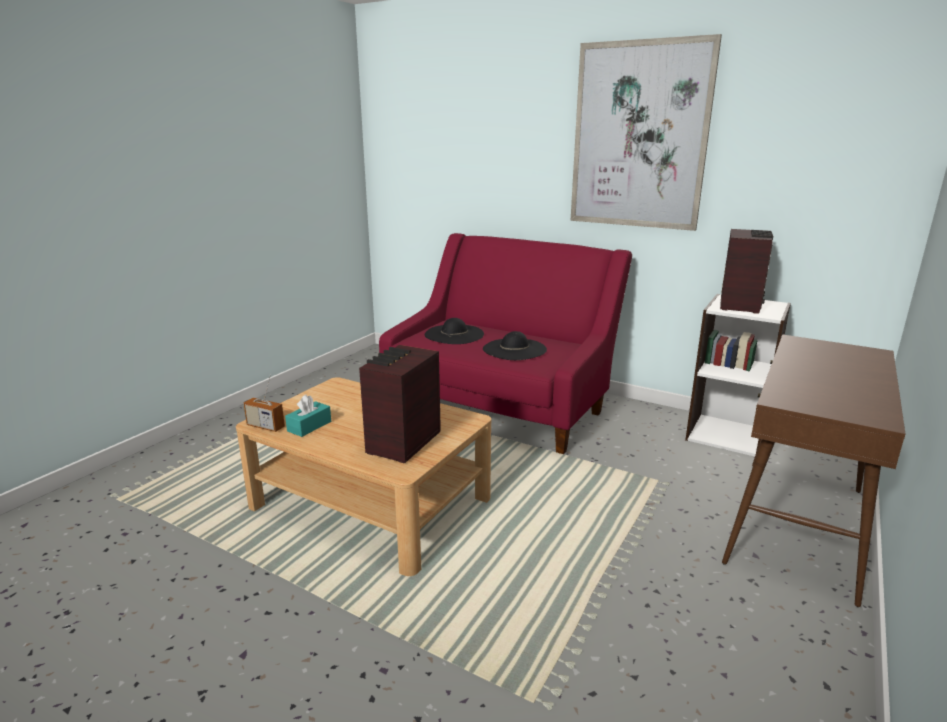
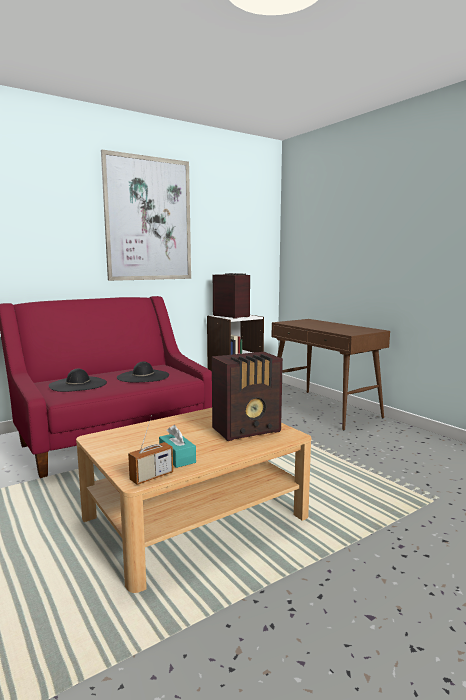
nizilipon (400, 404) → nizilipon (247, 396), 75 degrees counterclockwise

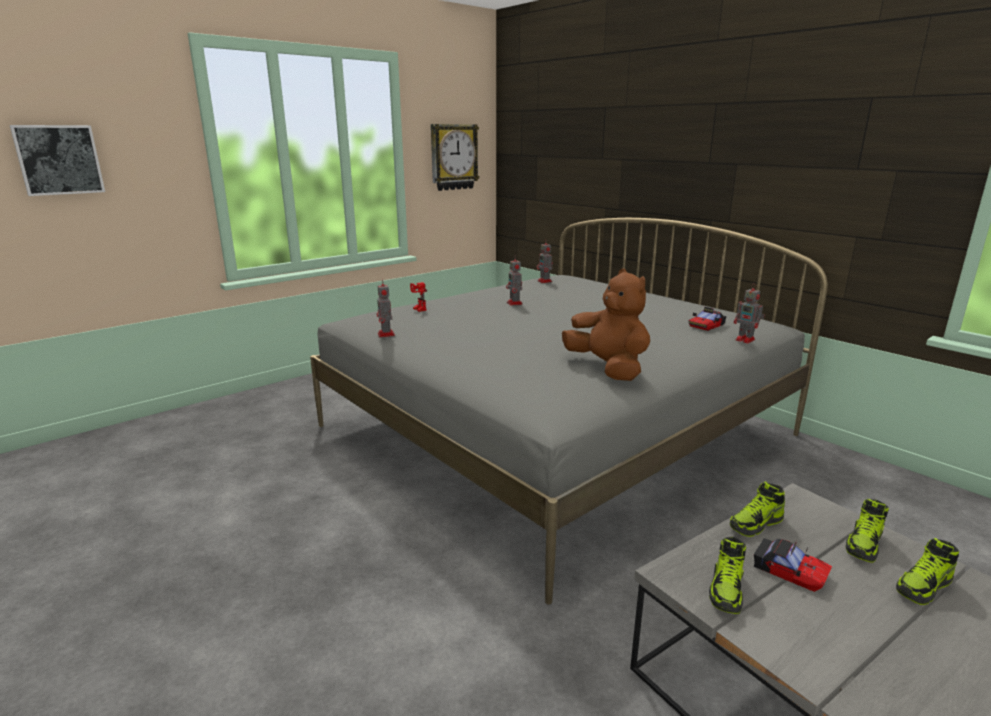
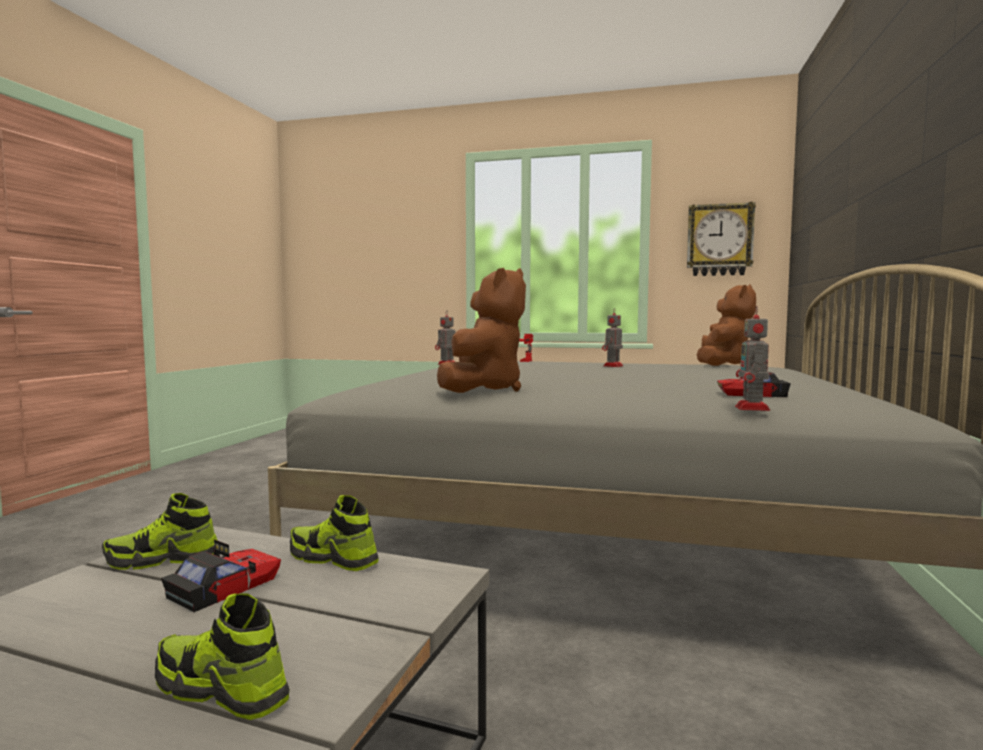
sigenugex (57, 160) → -
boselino (867, 531) → -
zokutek (545, 261) → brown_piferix (726, 325)
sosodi (793, 565) → sosodi (221, 576), 150 degrees counterclockwise

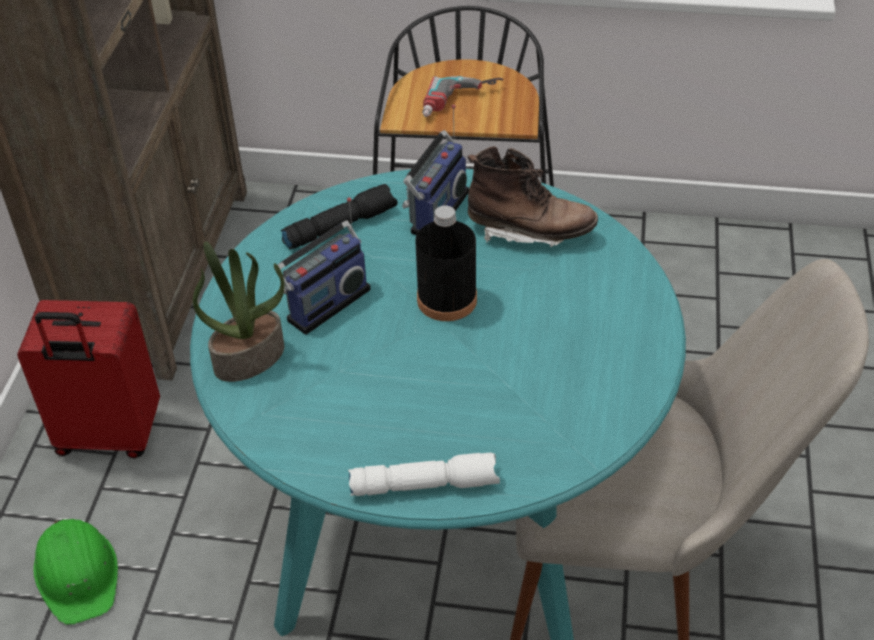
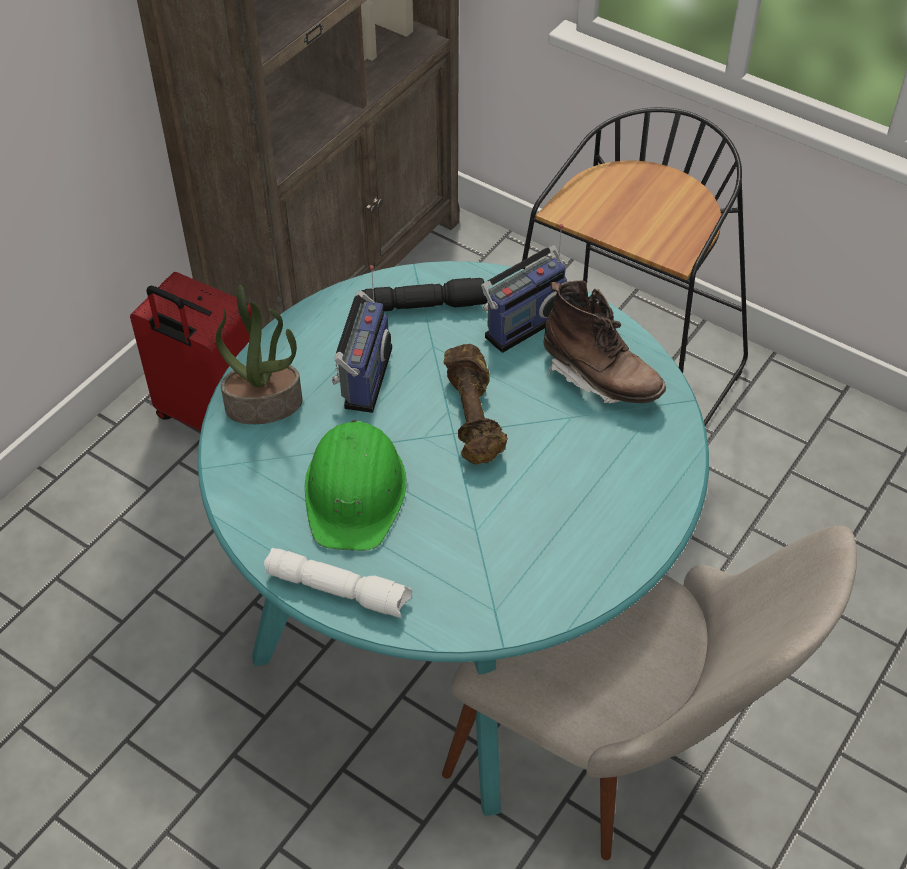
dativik (463, 96) → -
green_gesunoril (76, 572) → green_gesunoril (355, 485), relocated
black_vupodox (446, 263) → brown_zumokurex (476, 404)
nizilipon (324, 266) → nizilipon (362, 339), 60 degrees counterclockwise

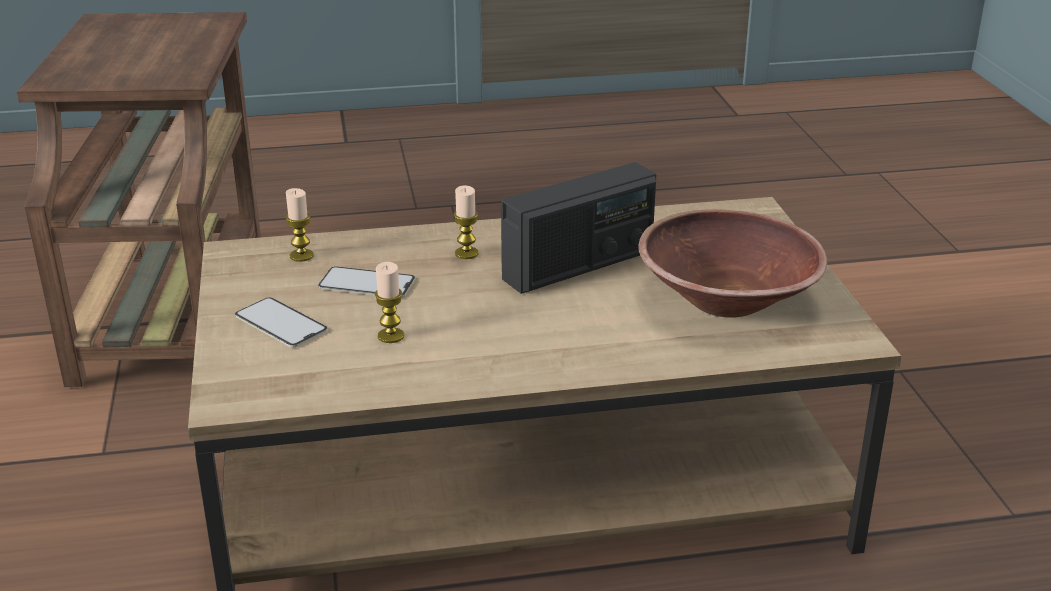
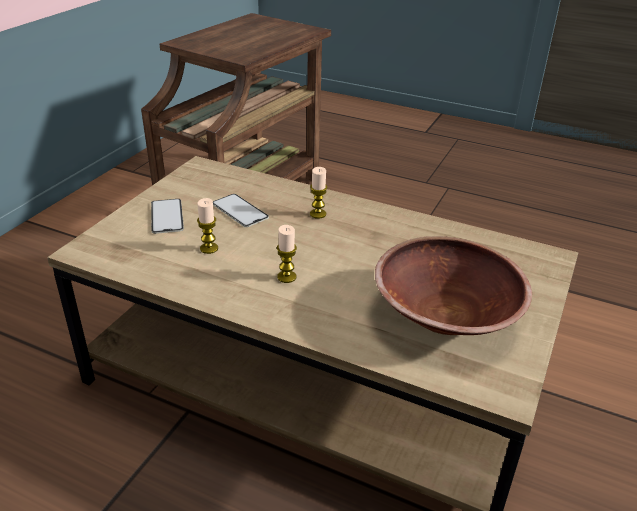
nizilipon (578, 228) → -
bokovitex (300, 225) → bokovitex (287, 254), relocated

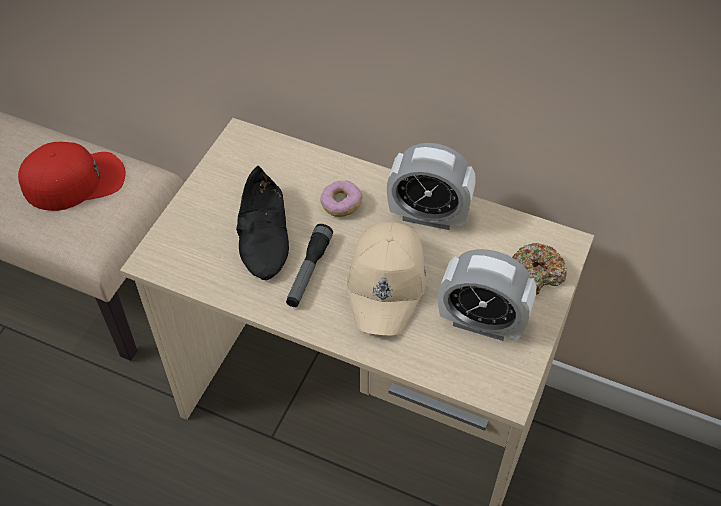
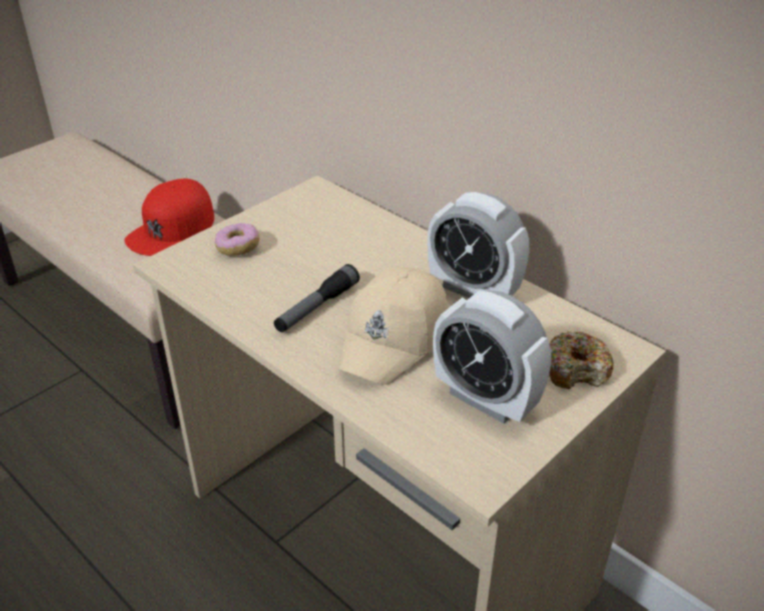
black_boselino (262, 223) → -
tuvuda (341, 199) → tuvuda (237, 239), relocated
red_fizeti (72, 176) → red_fizeti (169, 217), 120 degrees clockwise

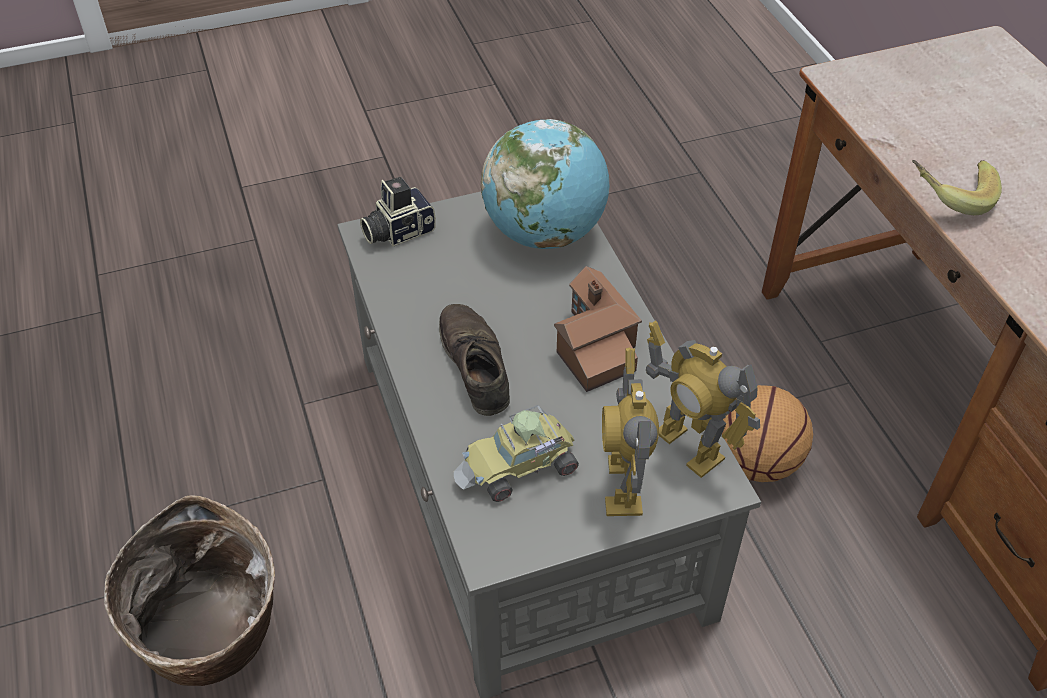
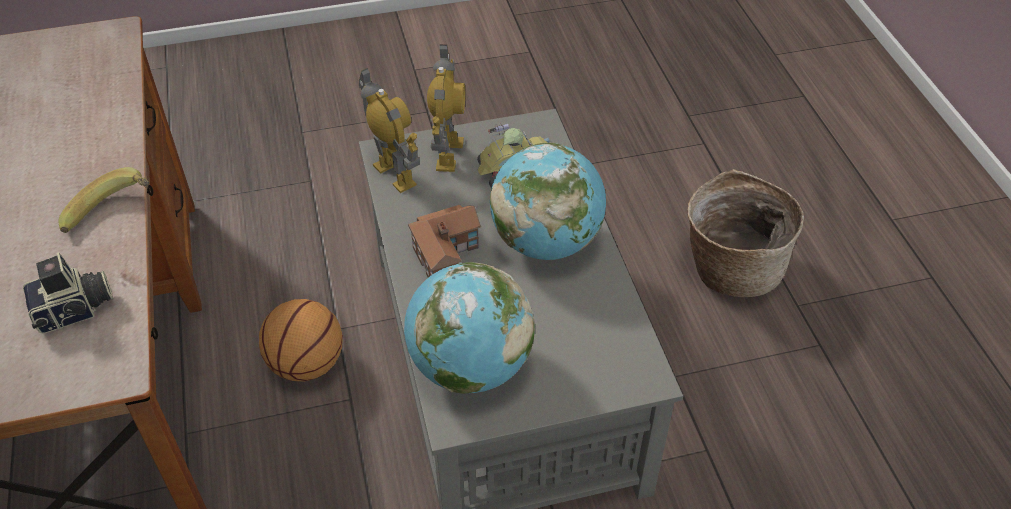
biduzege (398, 211) → biduzege (68, 293), relocated
brown_boselino (474, 360) → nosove (548, 201)

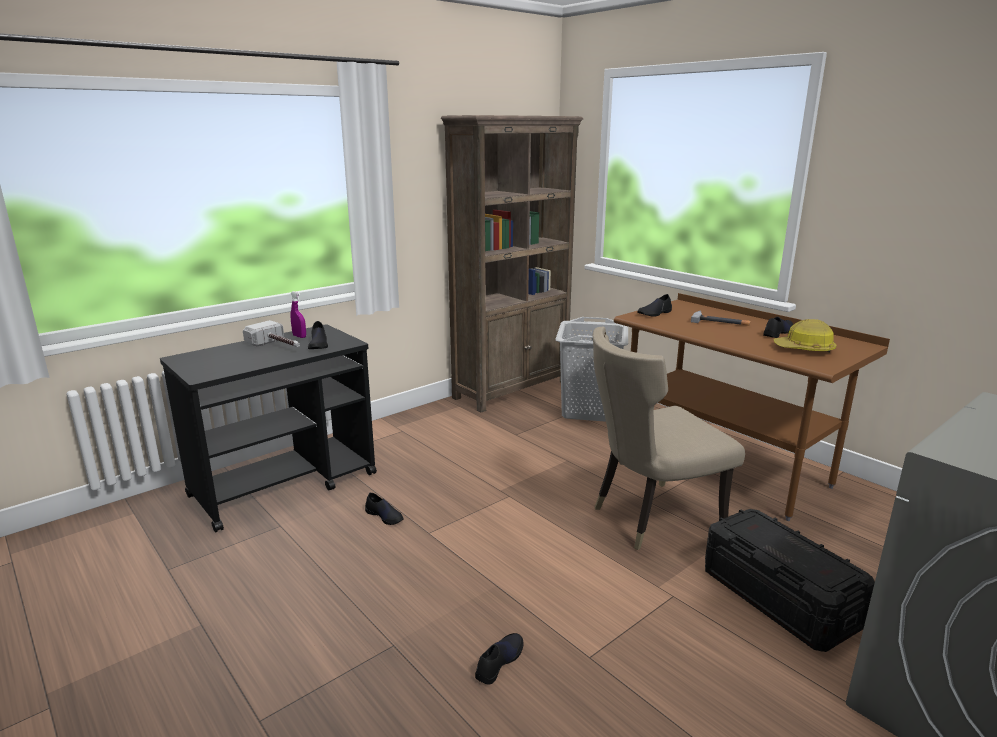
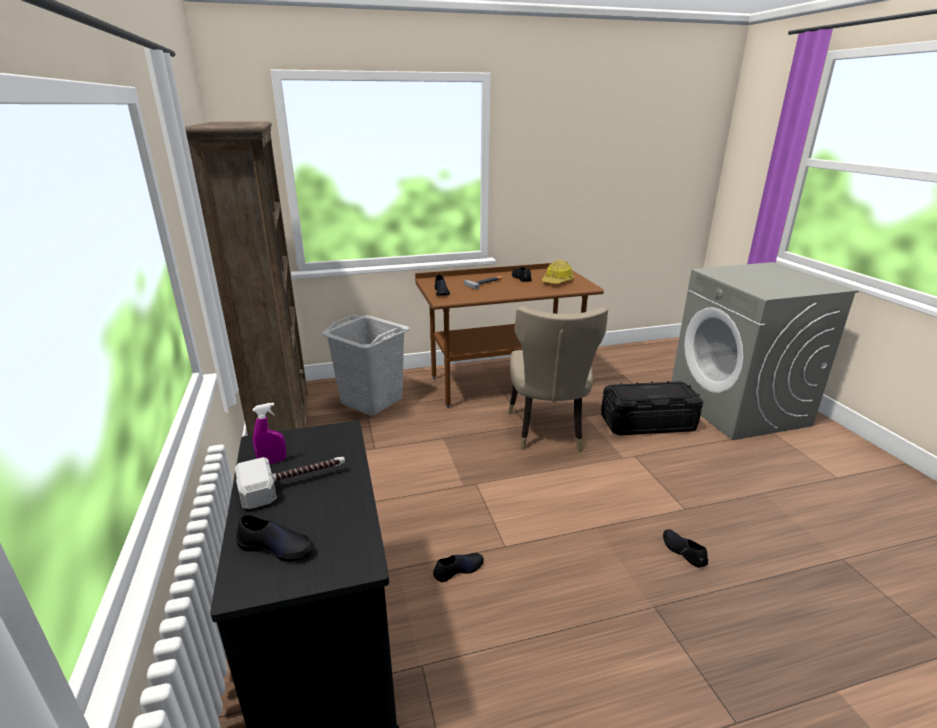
black_boselino (318, 335) → black_boselino (275, 538), relocated

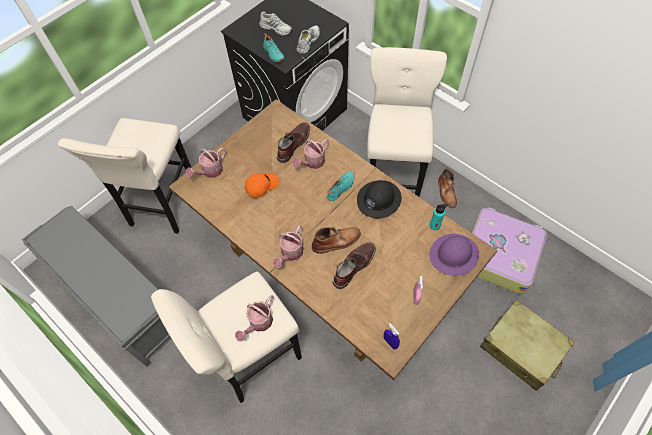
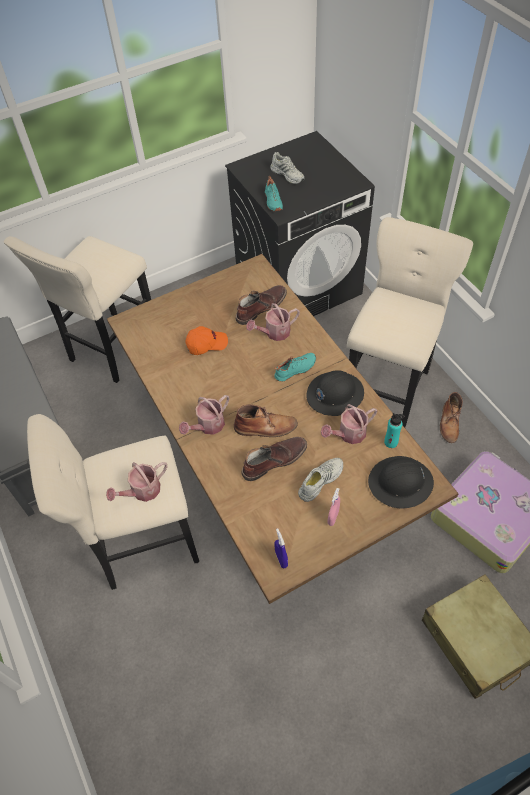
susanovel (206, 162) → susanovel (349, 424), relocated
white_boselino (308, 39) → white_boselino (320, 480), relocated
purple_gesunoril (454, 255) → black_gesunoril (401, 482)

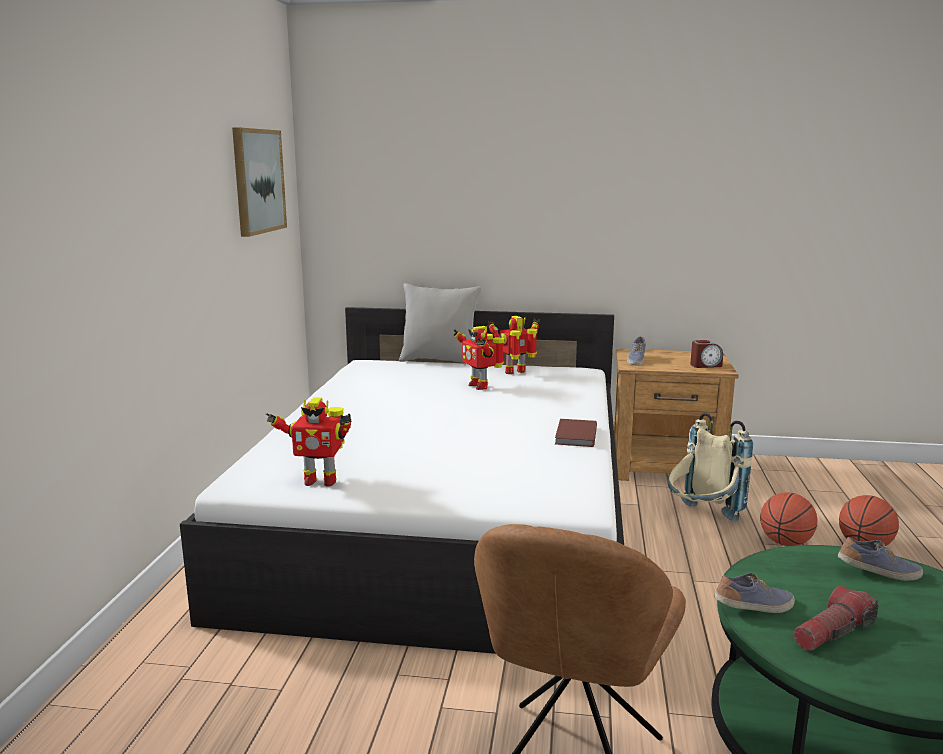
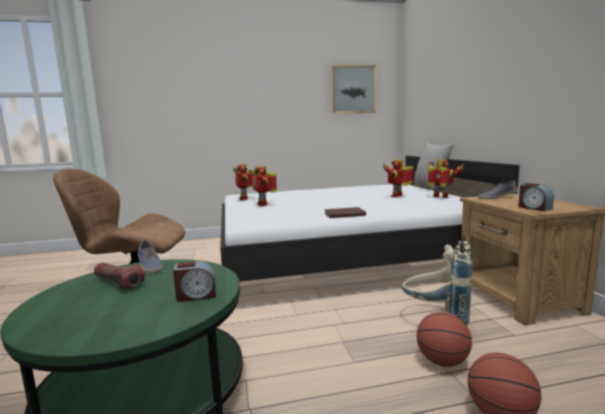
- → zokutek (263, 186)
boselino (880, 559) → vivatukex (194, 281)

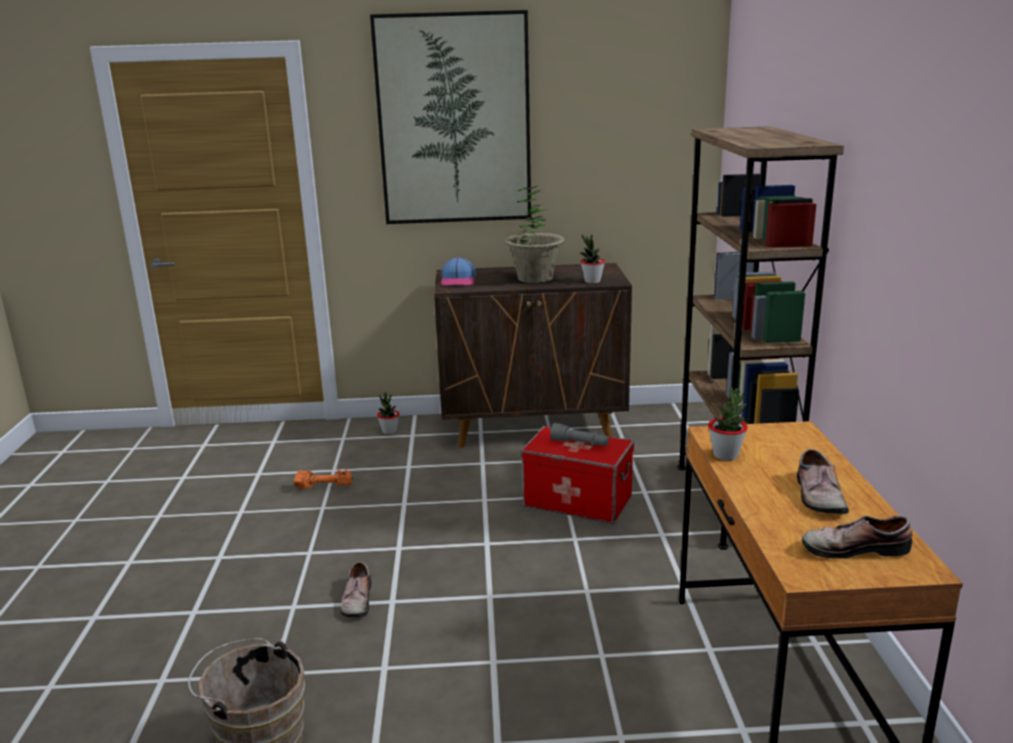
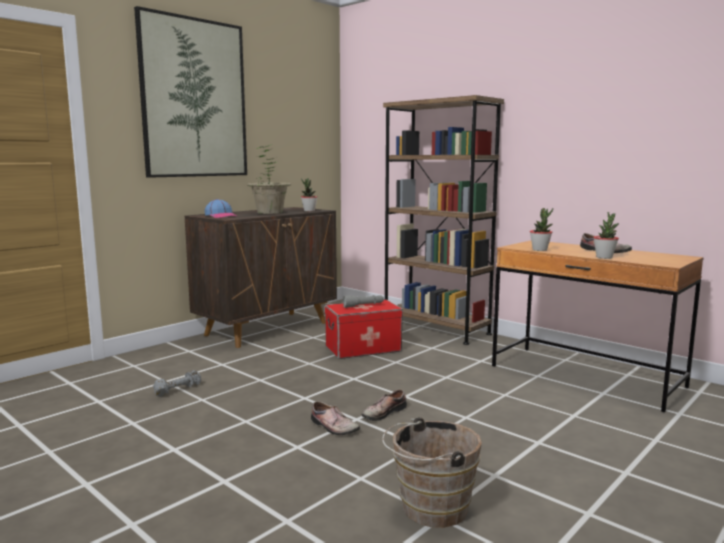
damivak (388, 413) → damivak (606, 235), relocated
boselino (857, 536) → boselino (384, 405), relocated
orange_zumokurex (323, 479) → grey_zumokurex (177, 383)

